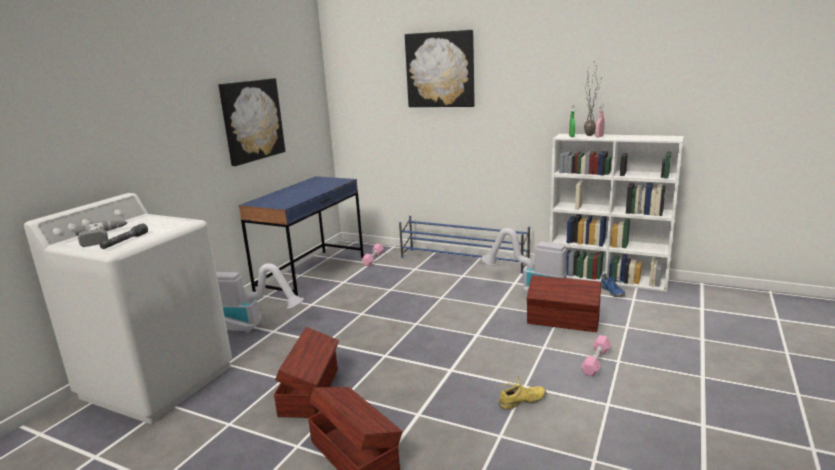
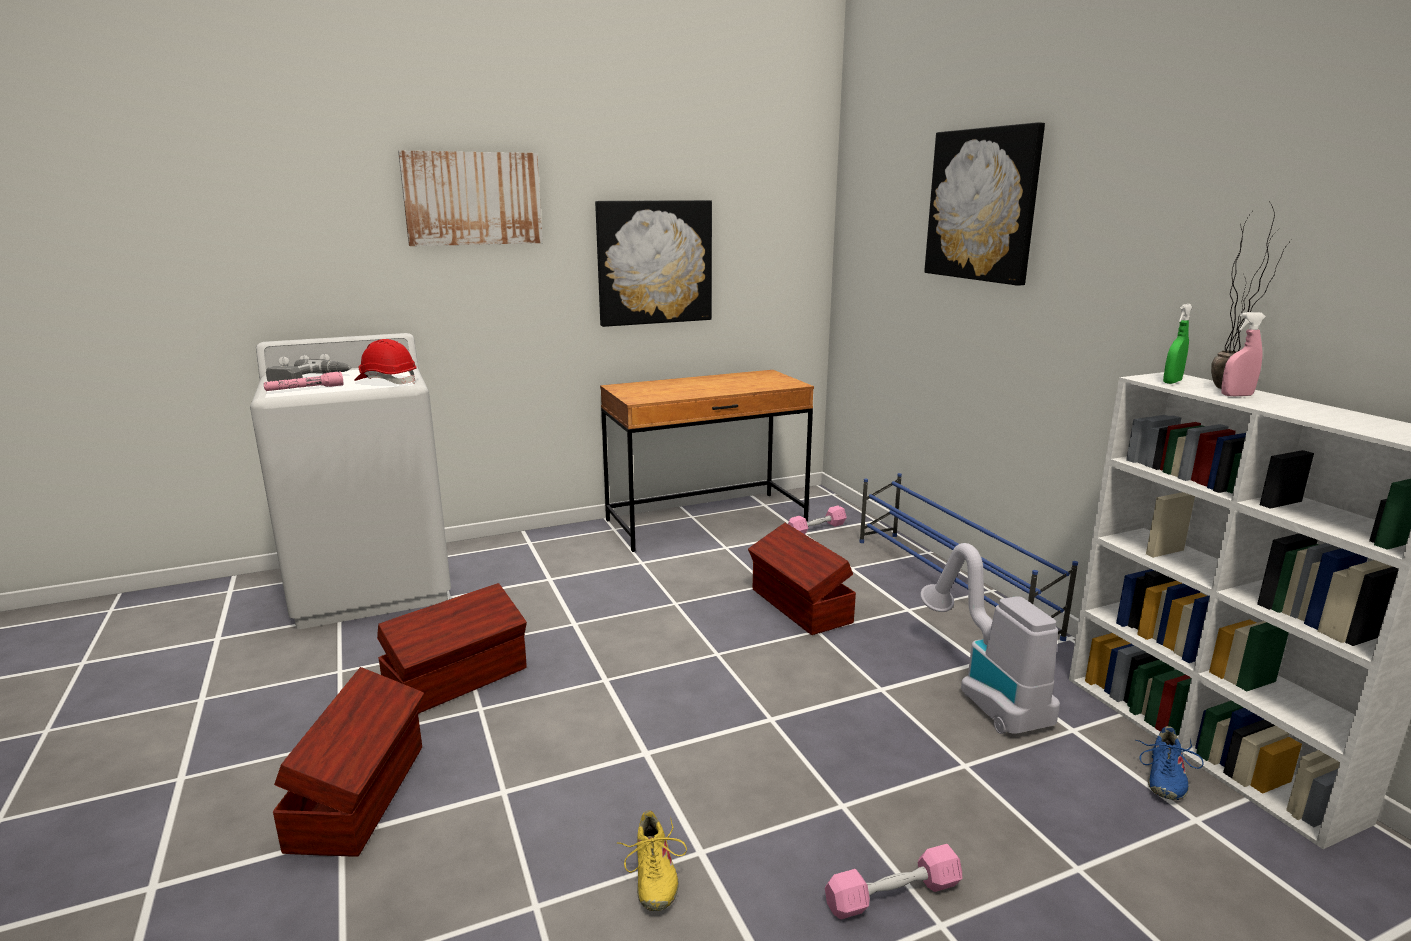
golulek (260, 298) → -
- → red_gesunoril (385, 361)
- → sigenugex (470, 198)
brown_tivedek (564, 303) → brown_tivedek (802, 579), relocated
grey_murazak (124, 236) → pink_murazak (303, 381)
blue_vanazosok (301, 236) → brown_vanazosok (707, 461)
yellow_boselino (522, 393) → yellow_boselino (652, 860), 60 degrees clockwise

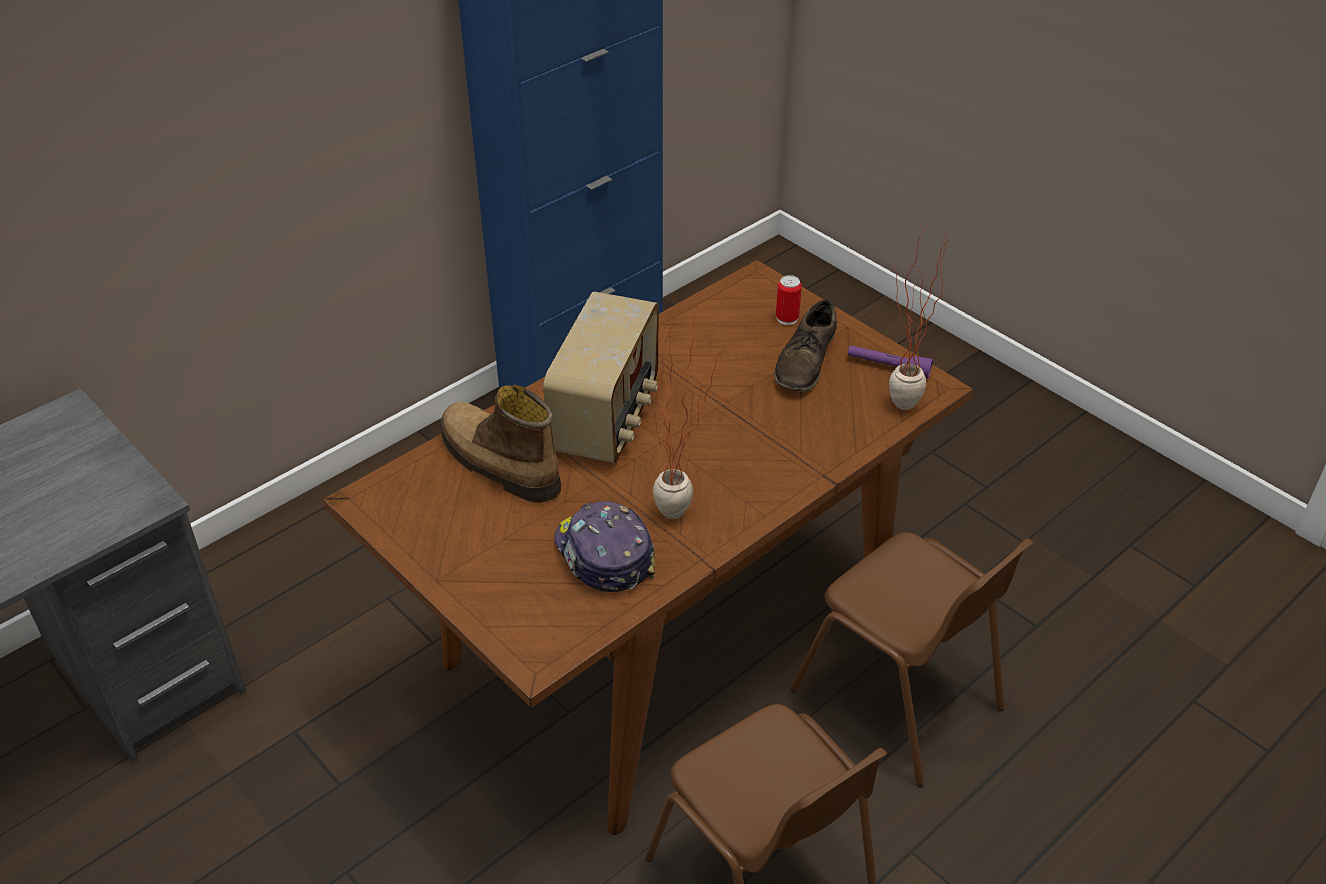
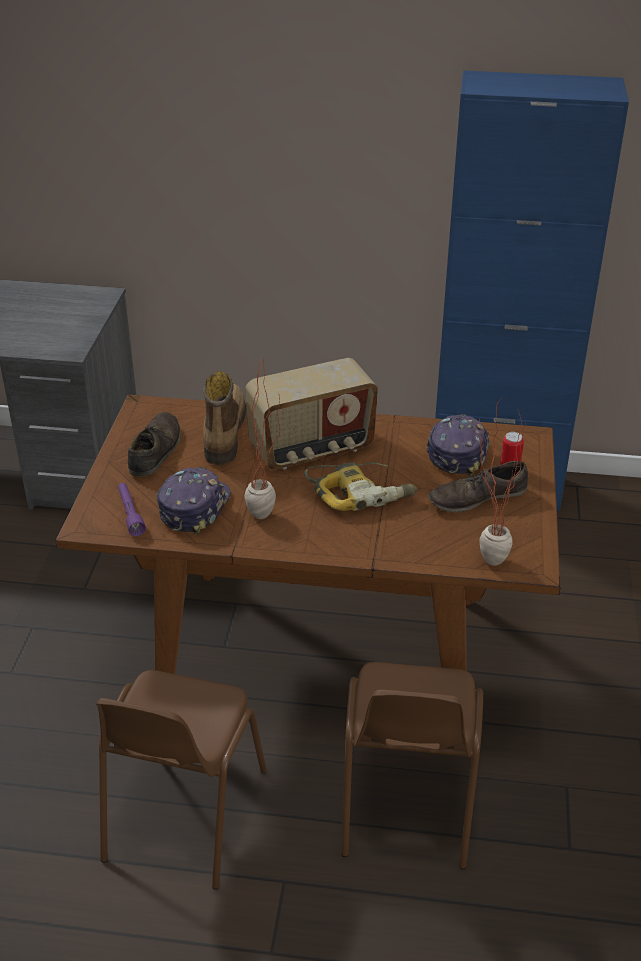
- → brown_boselino (154, 444)
- → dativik (361, 486)
- → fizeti (458, 445)
purple_murazak (890, 361) → purple_murazak (132, 509), relocated

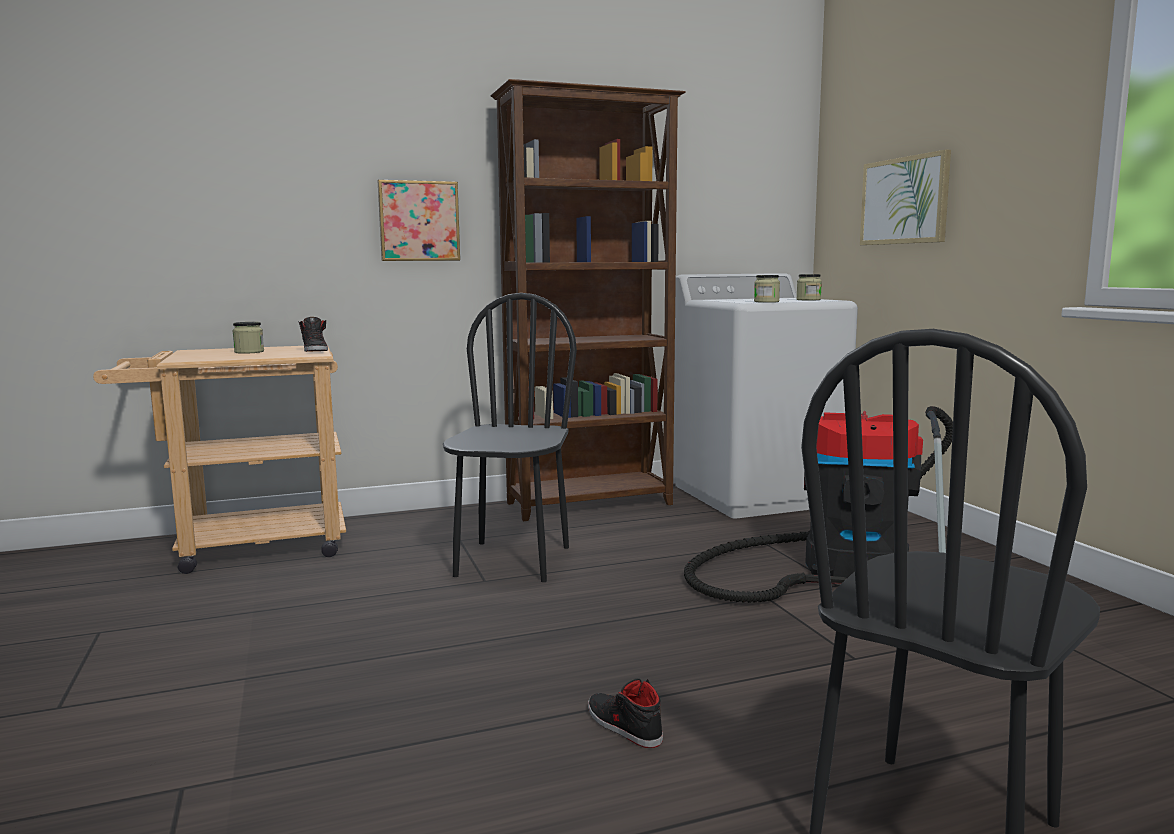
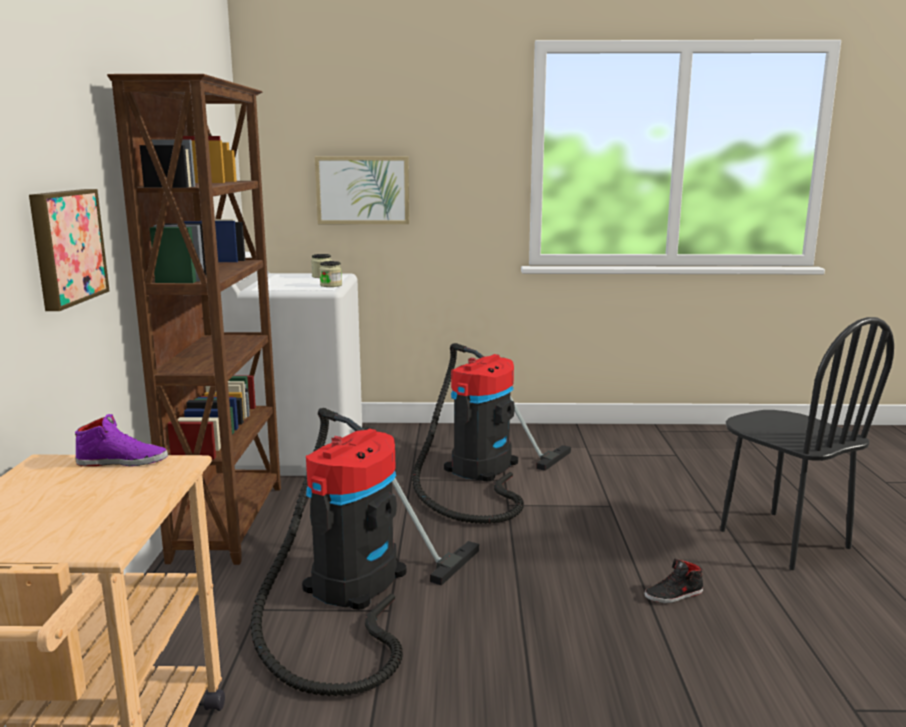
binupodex (248, 338) → -
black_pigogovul (510, 437) → golulek (365, 552)
black_boselino (313, 334) → purple_boselino (121, 440)

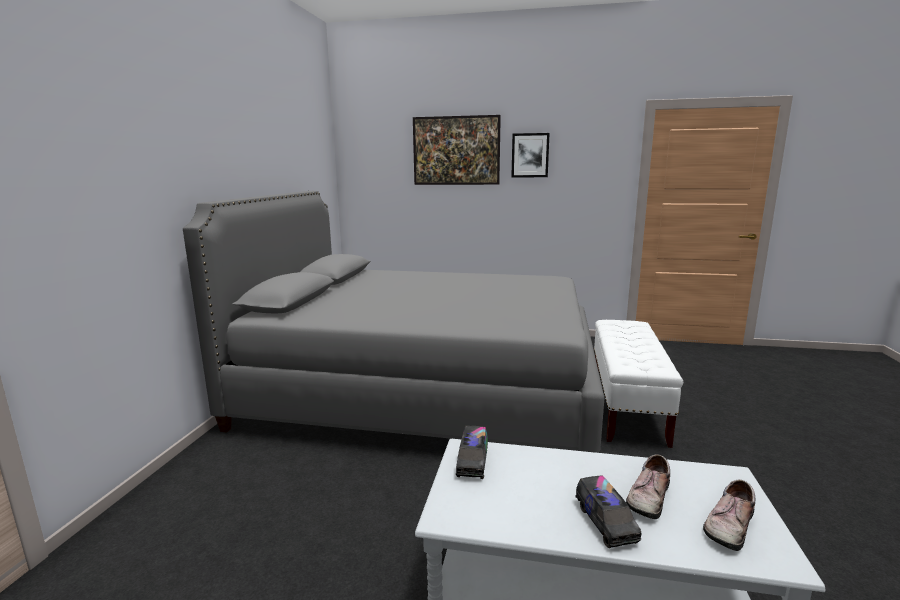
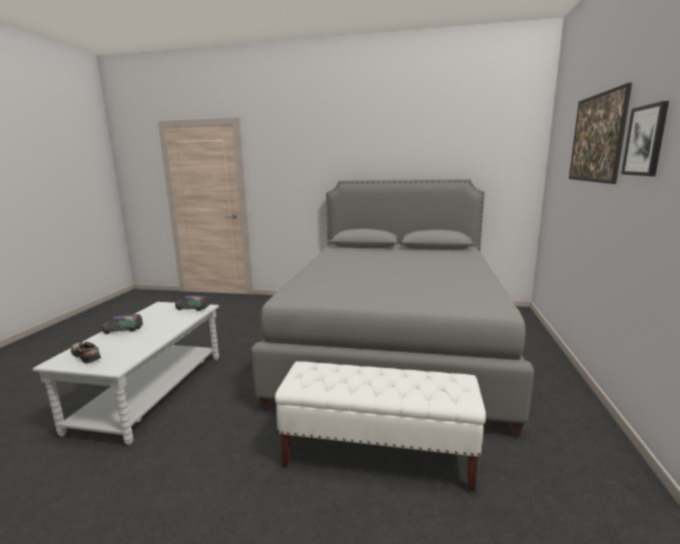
boselino (648, 486) → -

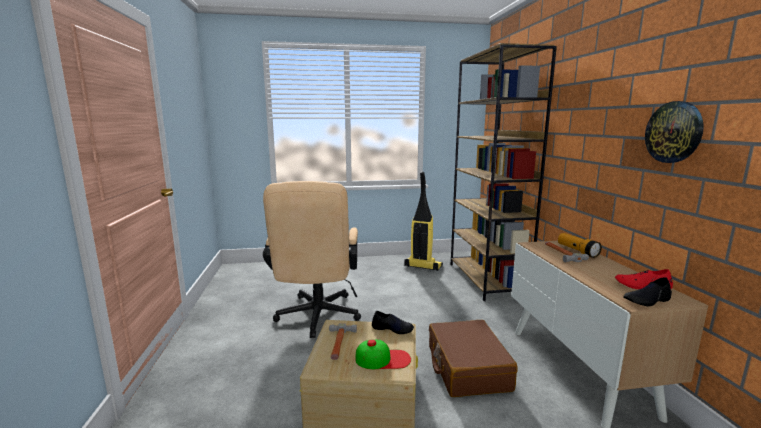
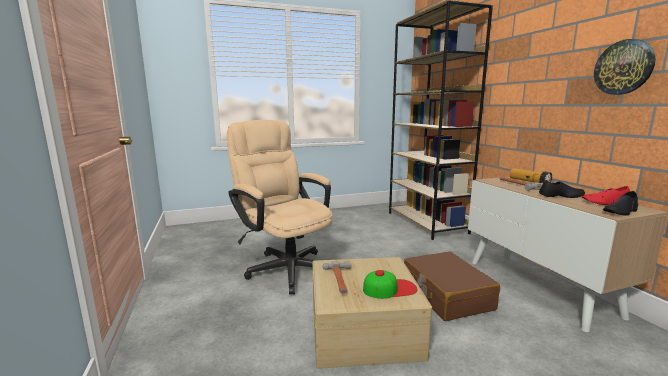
golulek (423, 221) → -
black_boselino (393, 322) → black_boselino (562, 189), relocated
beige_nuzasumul (312, 259) → beige_nuzasumul (280, 207), 150 degrees clockwise

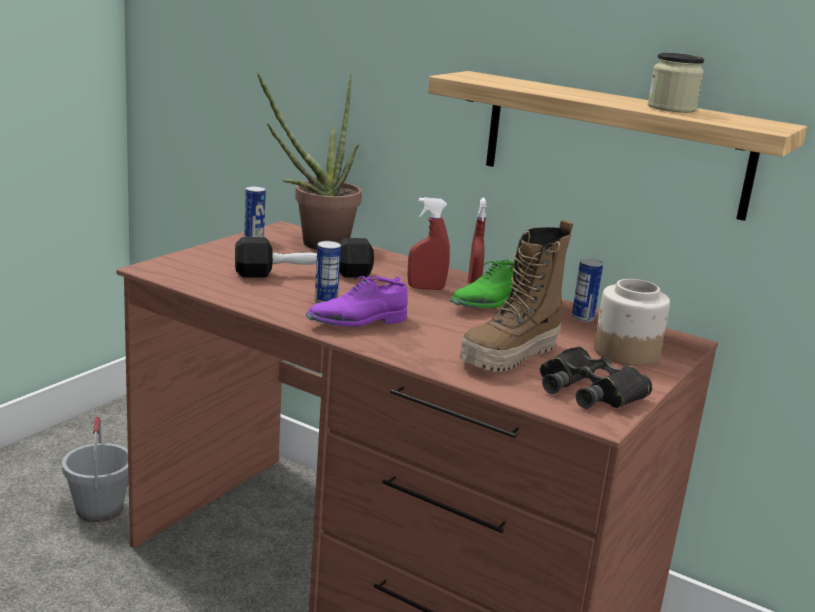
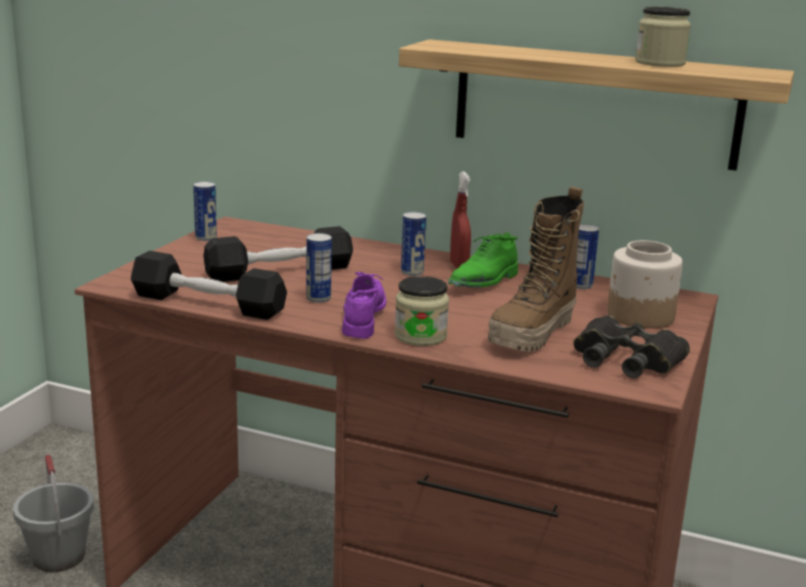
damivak (309, 161) → -
- → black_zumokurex (209, 285)
- → binupodex (422, 311)
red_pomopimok (429, 243) → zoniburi (413, 244)
purple_boselino (357, 301) → purple_boselino (364, 305), 135 degrees clockwise

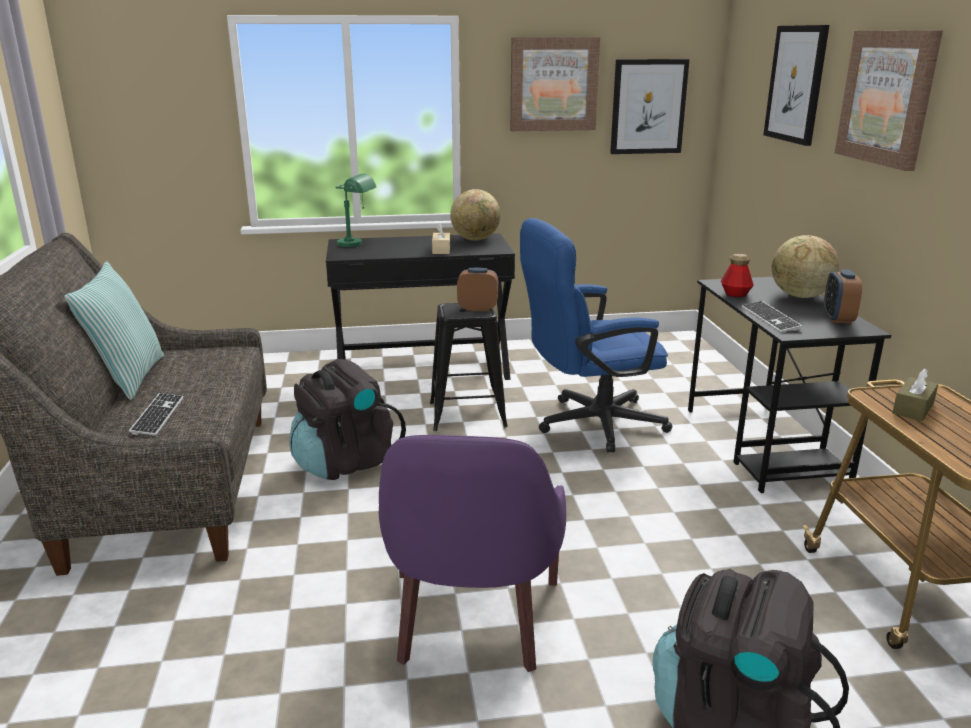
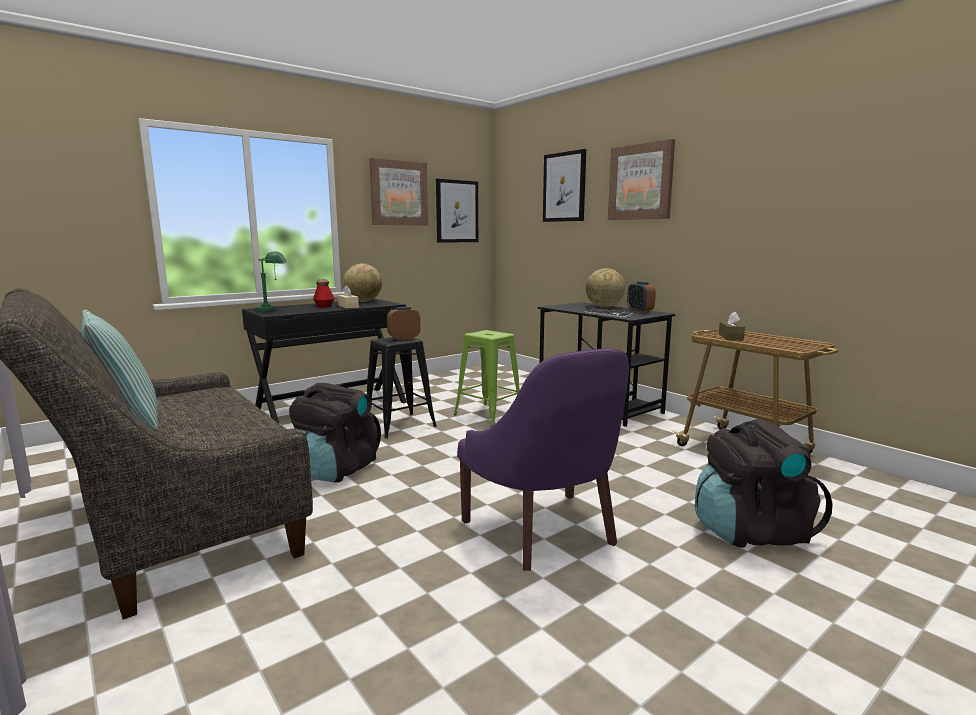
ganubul (156, 414) → -
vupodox (737, 275) → vupodox (324, 293), relocated
blue_nuzasumul (596, 335) → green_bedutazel (486, 378)

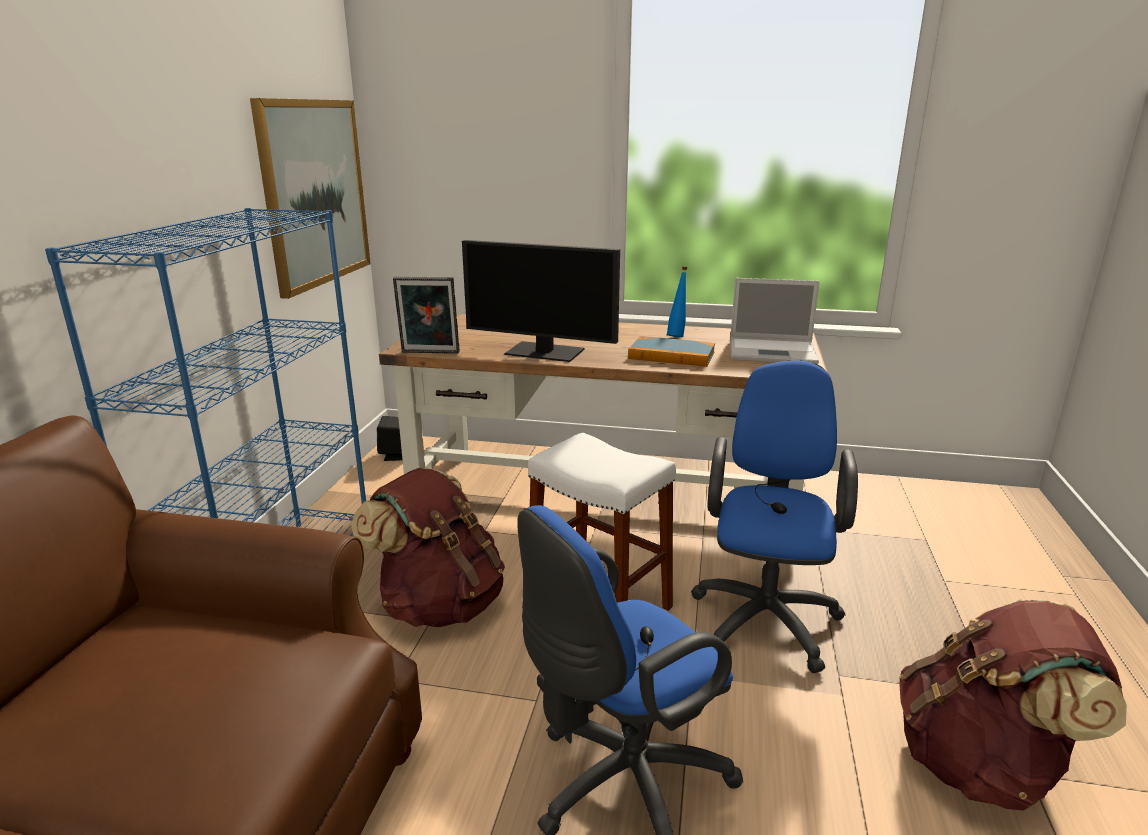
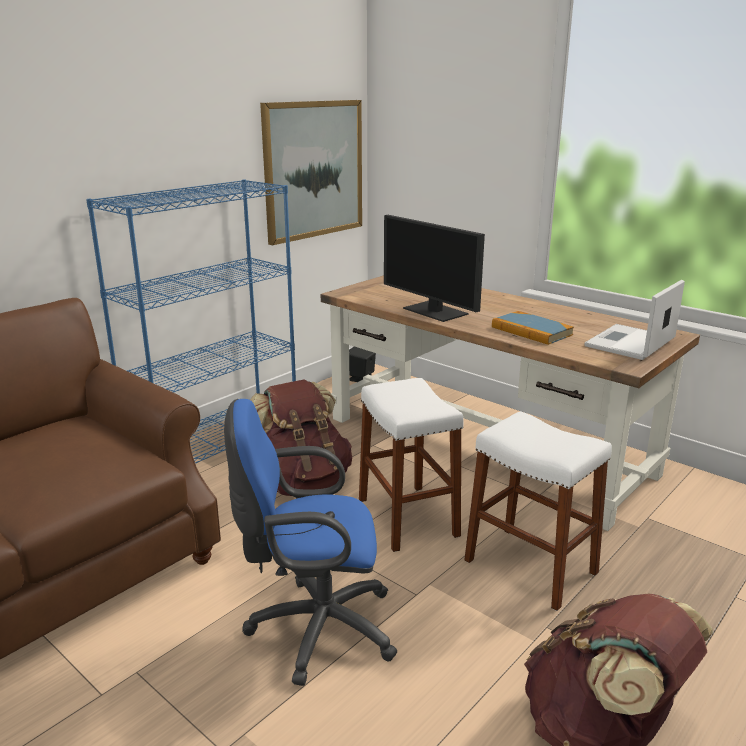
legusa (426, 315) → -
blue_vupodox (677, 302) → -
blue_nuzasumul (774, 516) → white_bedutazel (538, 511)
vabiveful (775, 321) → vabiveful (634, 320), 90 degrees clockwise

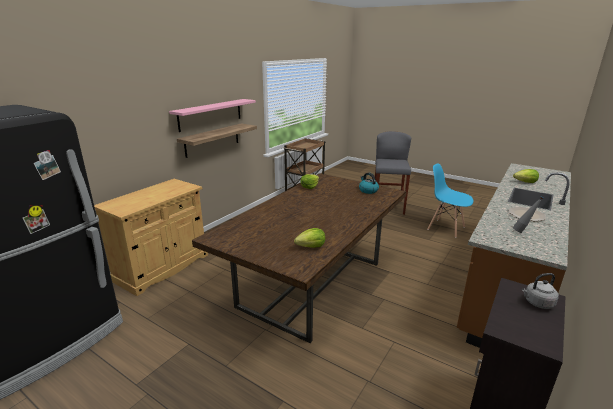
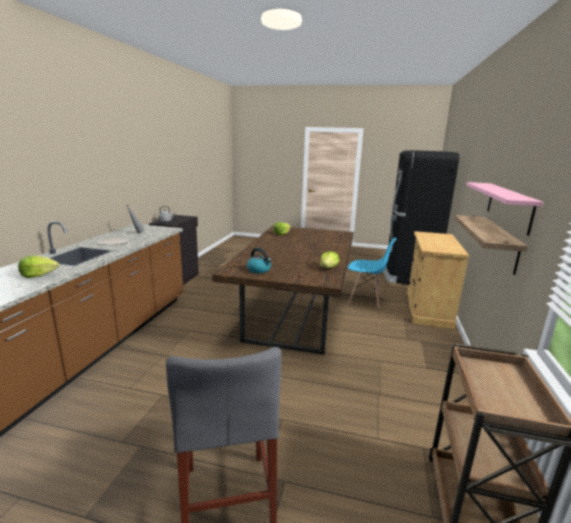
blue_pigogovul (450, 200) → blue_pigogovul (372, 273), relocated

